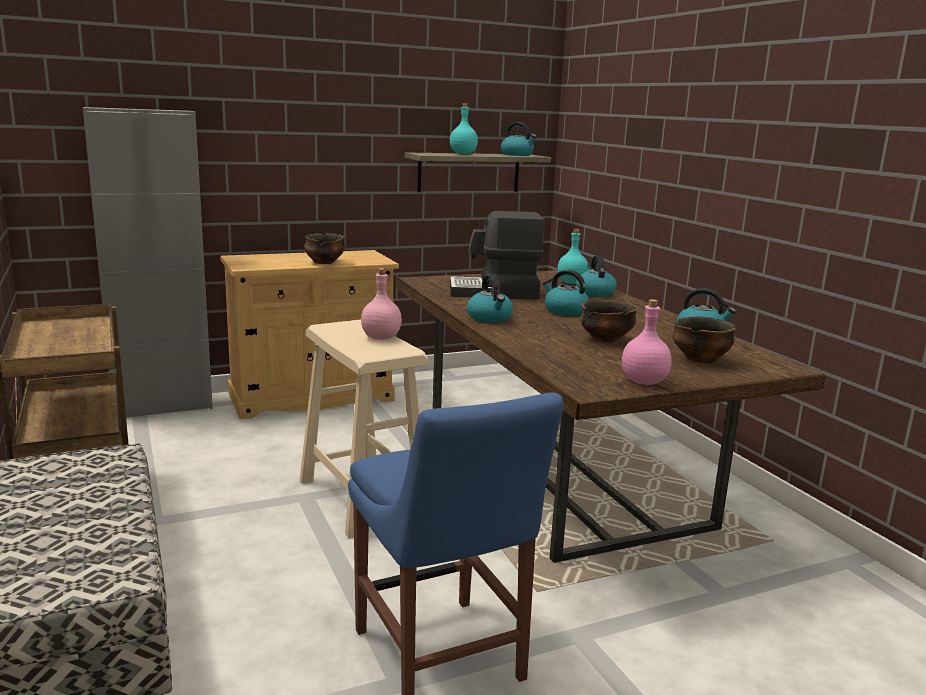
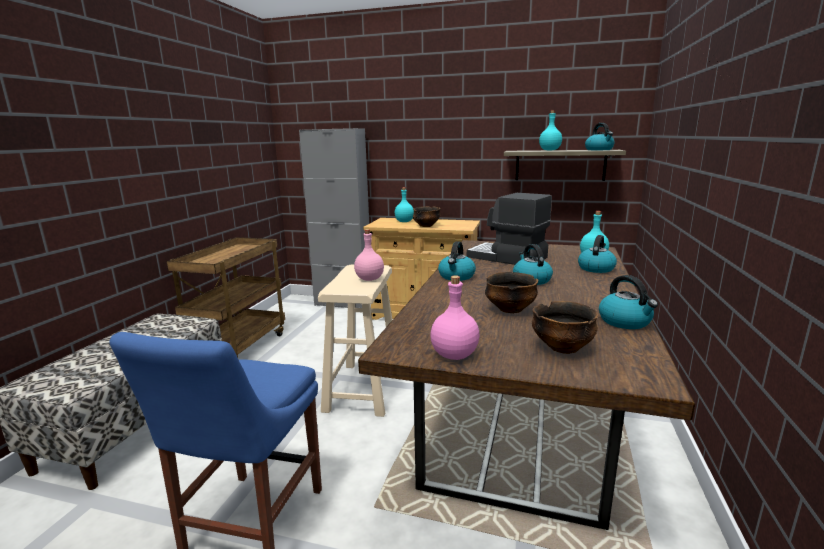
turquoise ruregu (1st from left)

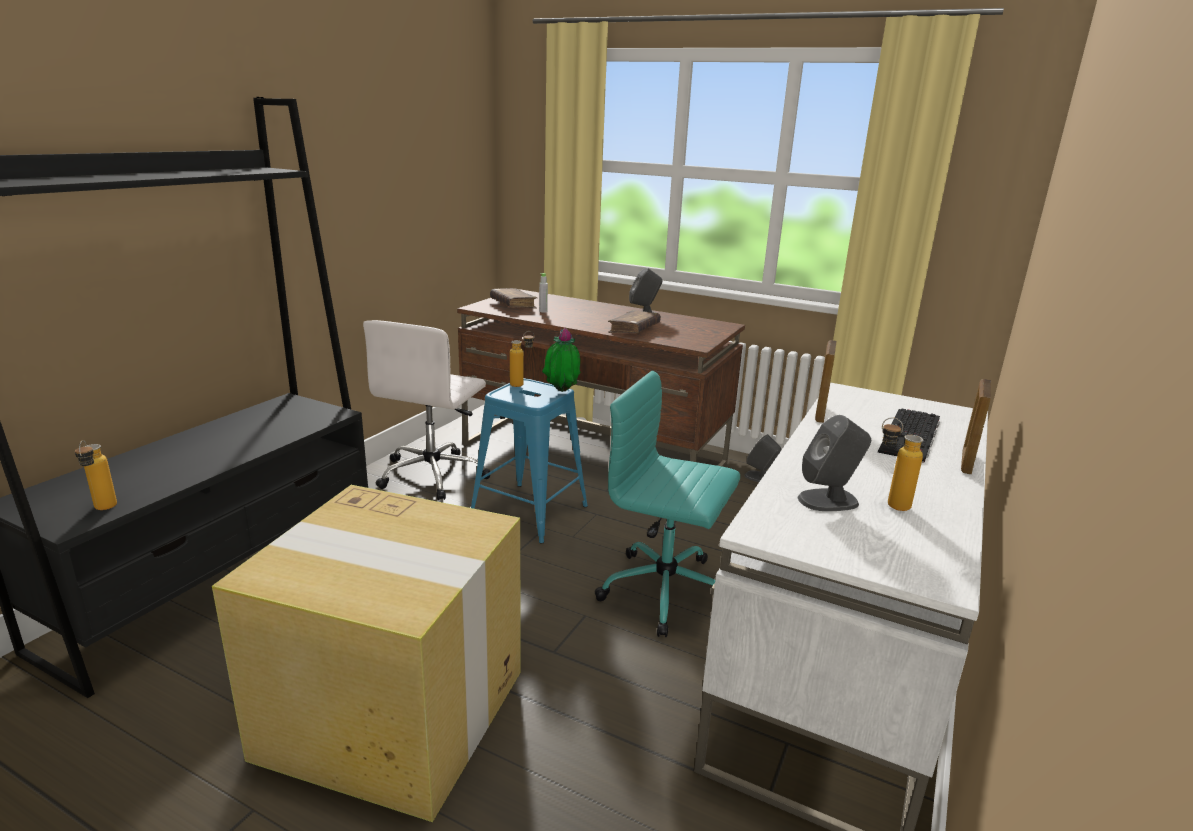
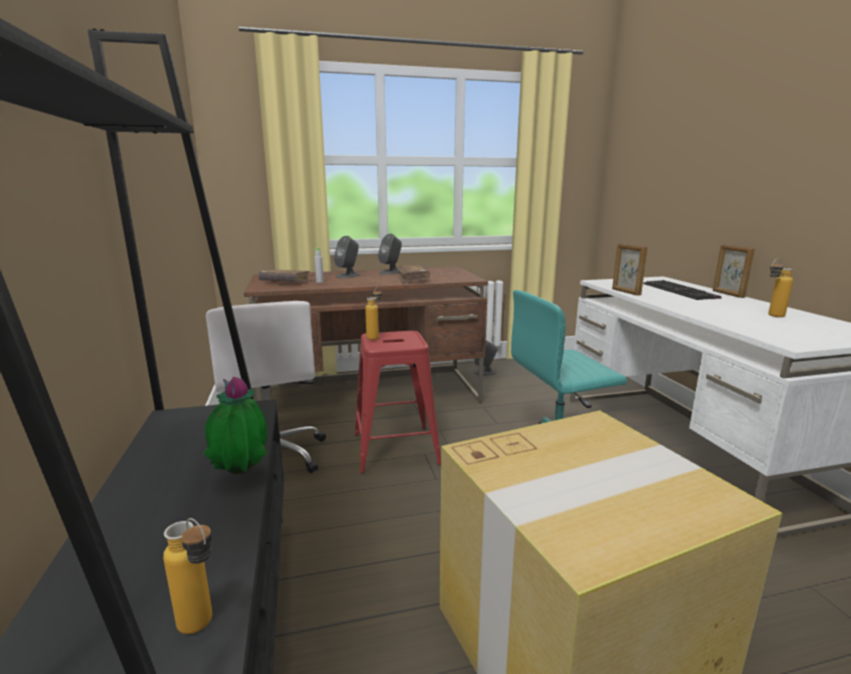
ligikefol
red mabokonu
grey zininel (1st from left)

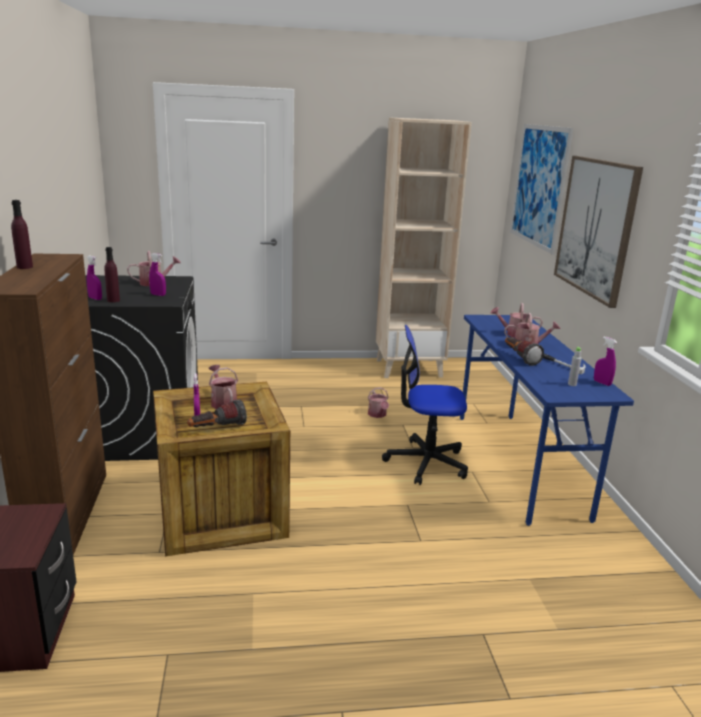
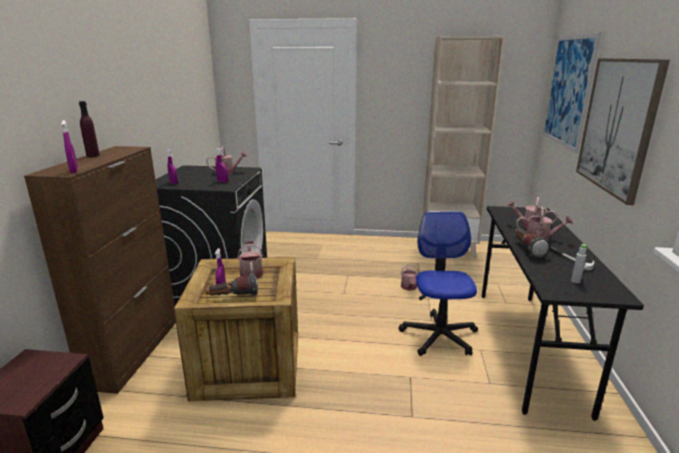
purple ruregu (2nd from left in the first image)
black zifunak
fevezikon
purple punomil (1st from left)

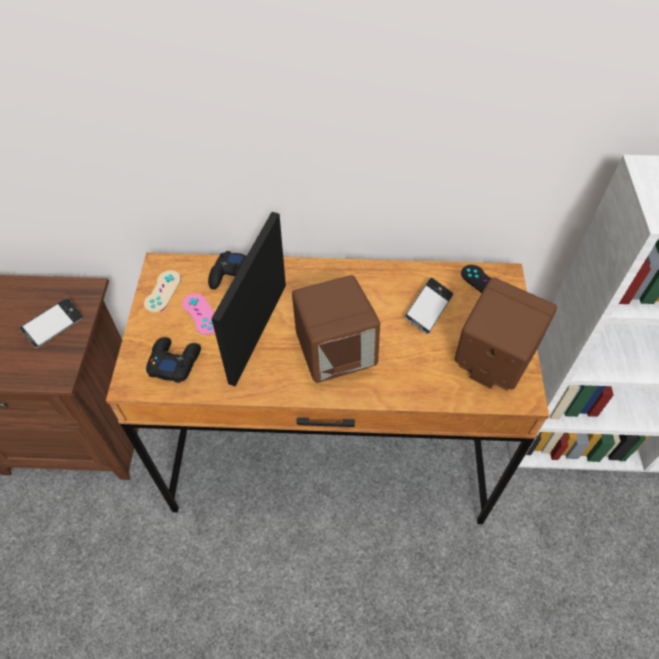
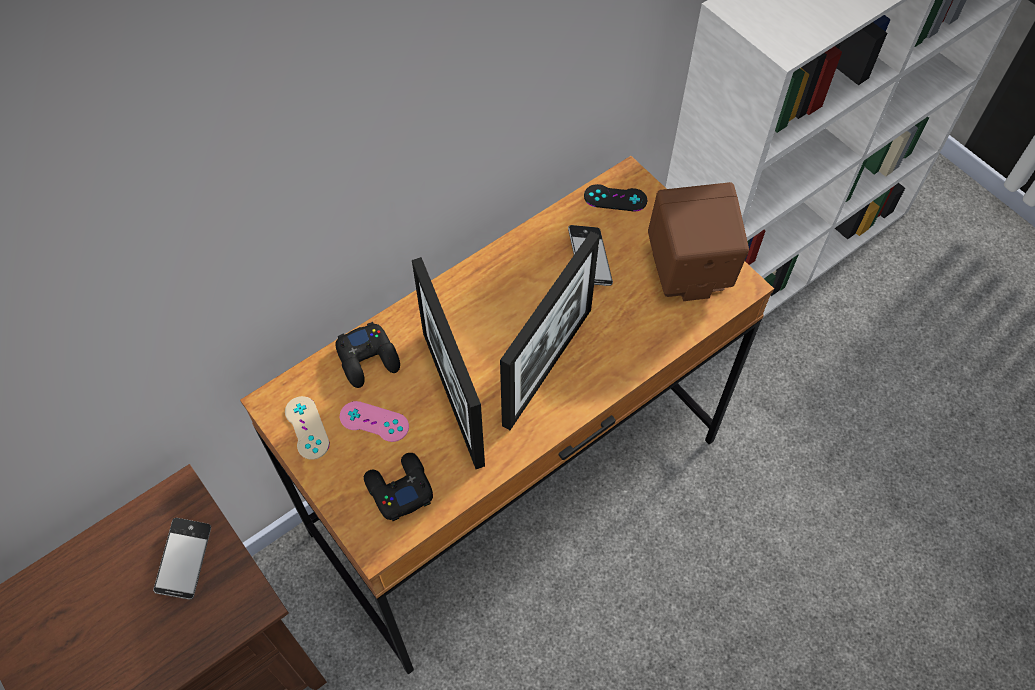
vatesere (2nd from left)

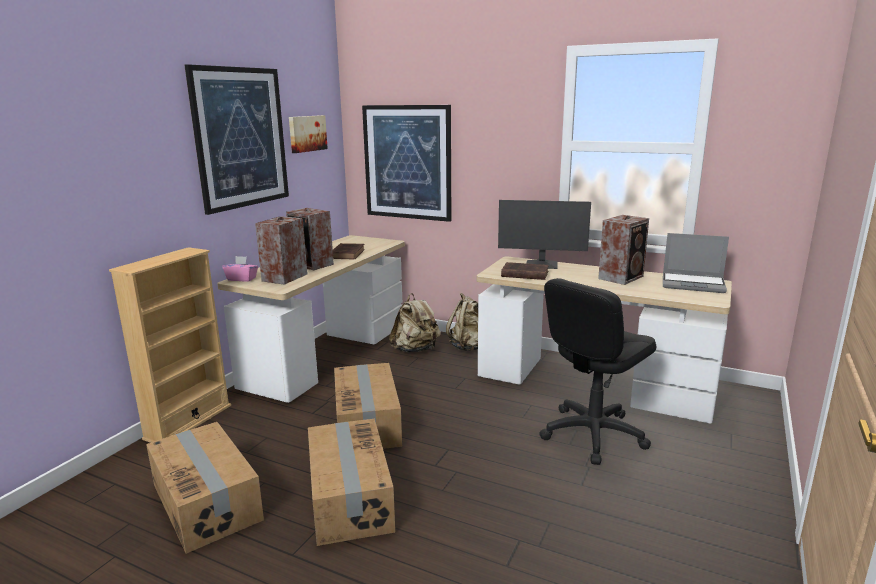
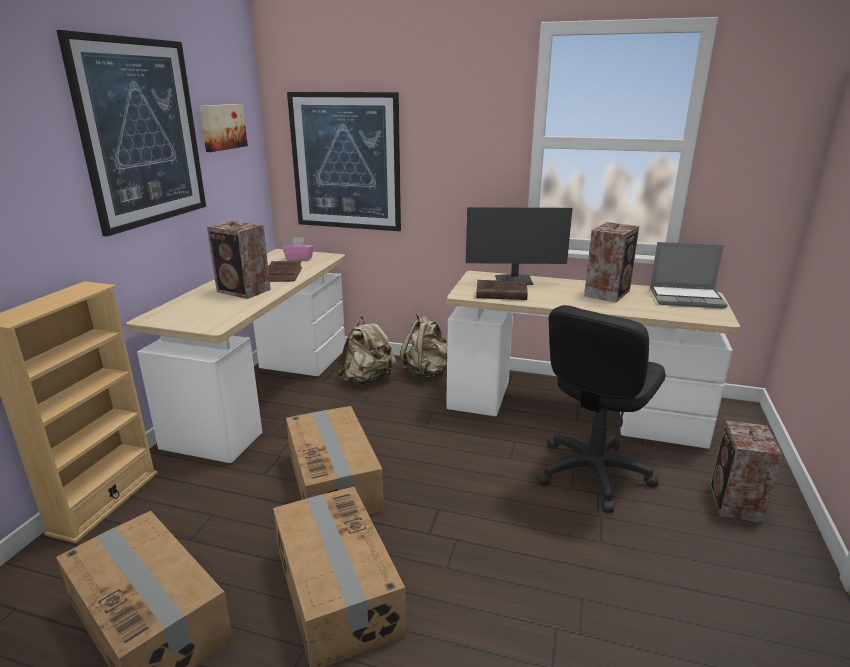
zininel (3rd from left)
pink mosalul

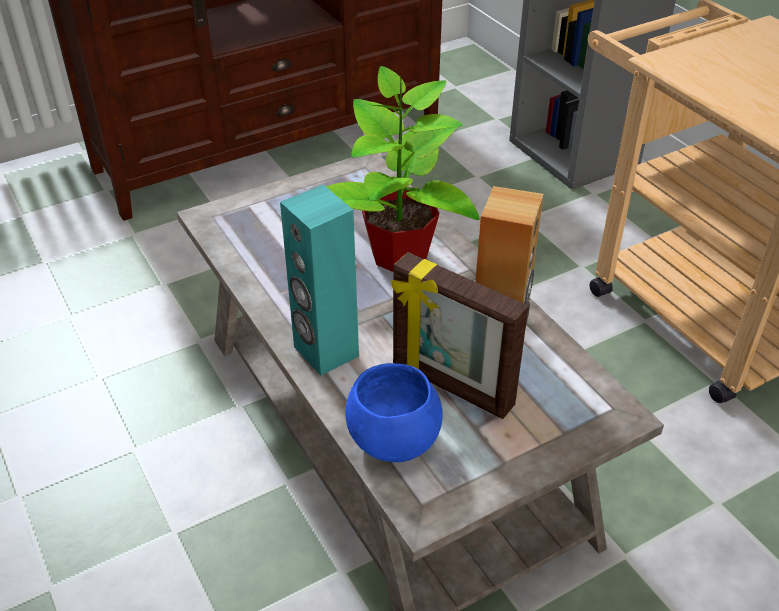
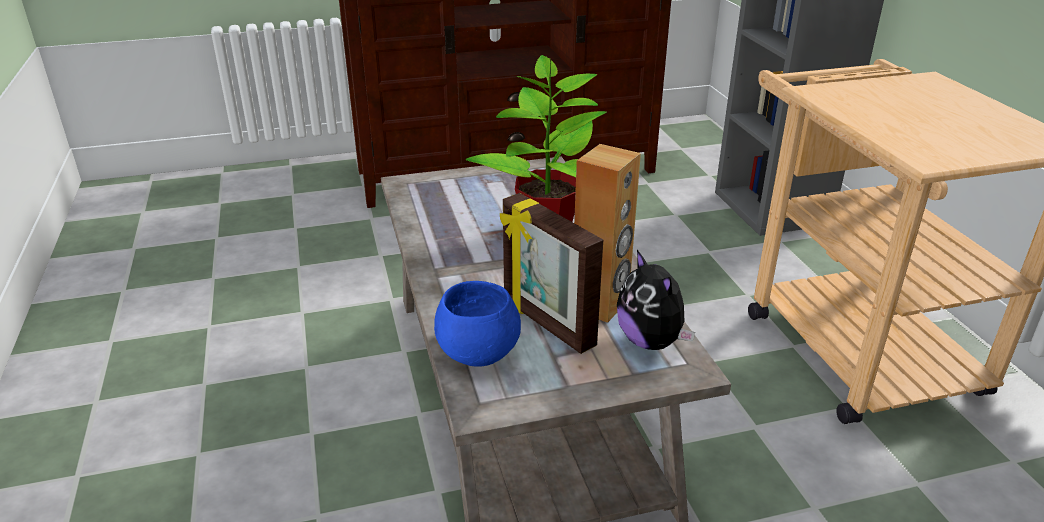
turquoise zininel
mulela

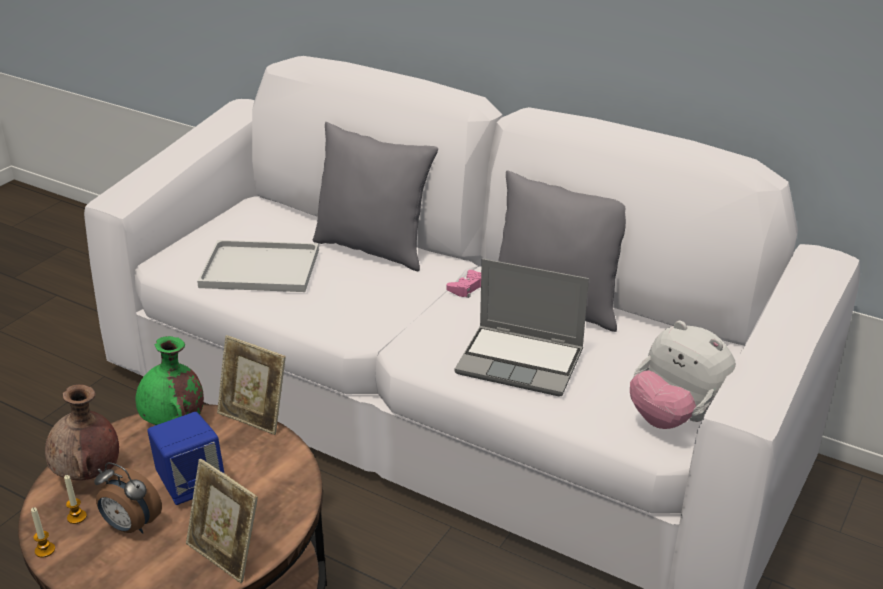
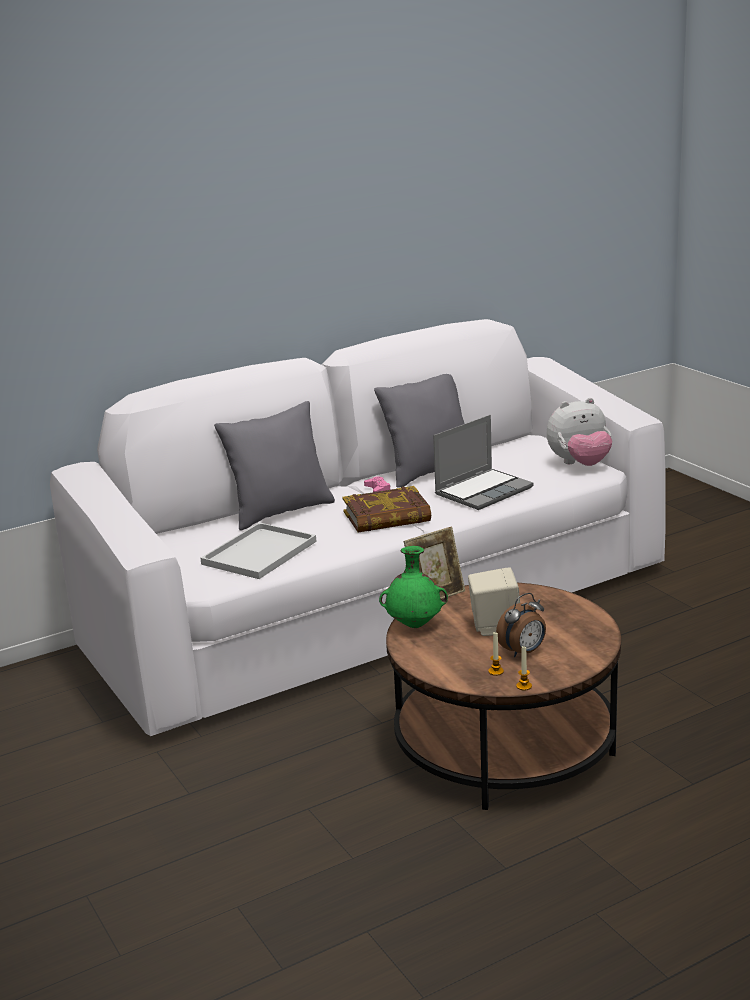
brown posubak
beige zininel
vatesere (1st from left in the first image)
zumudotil

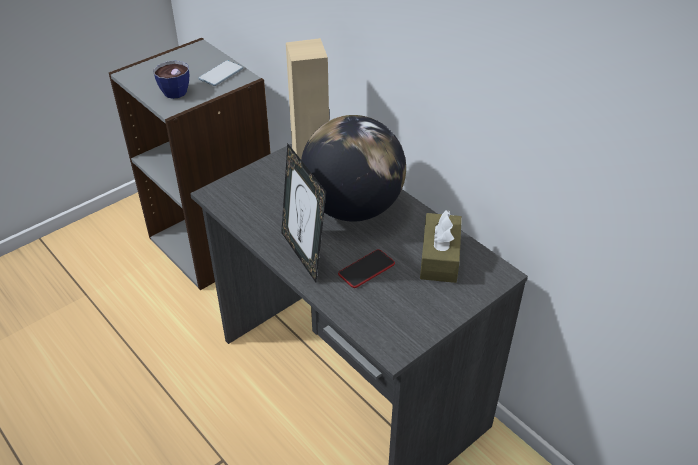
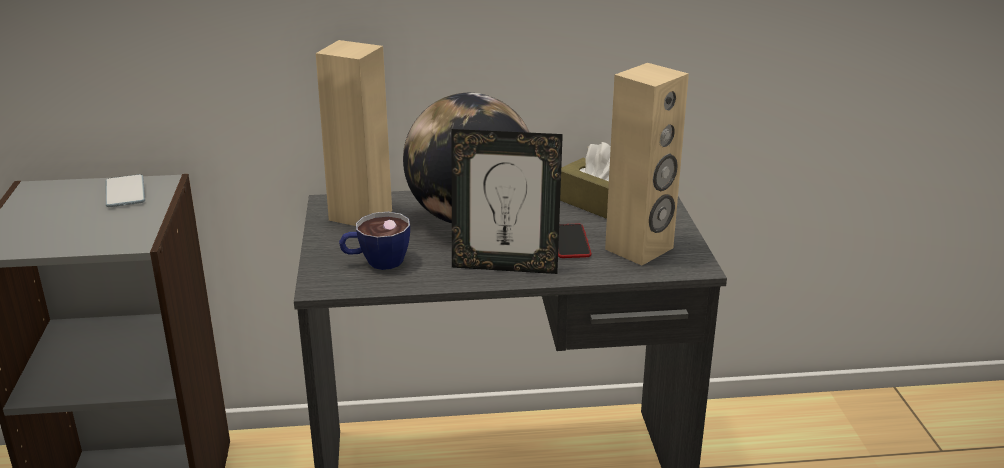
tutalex
beige zininel (2nd from left)

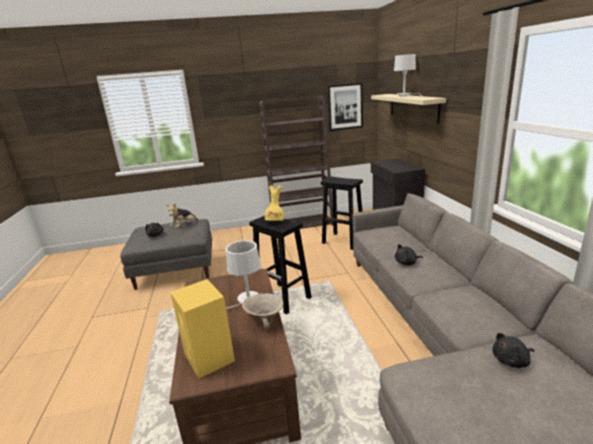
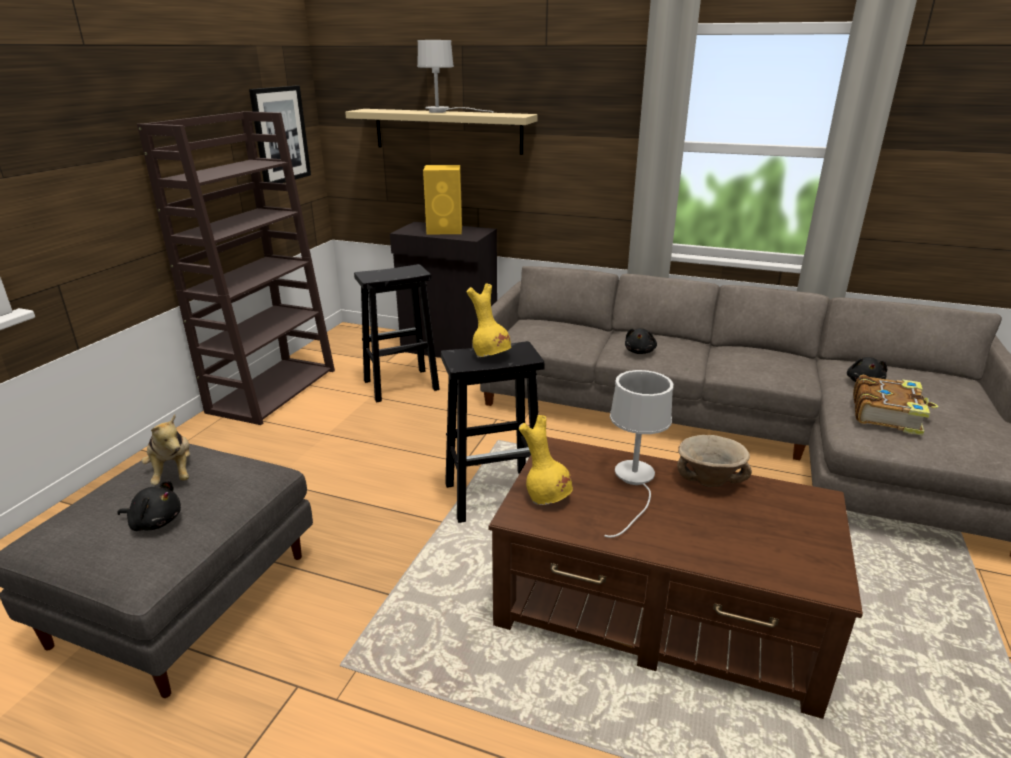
yellow zininel
zumudotil
yellow posubak (2nd from left)

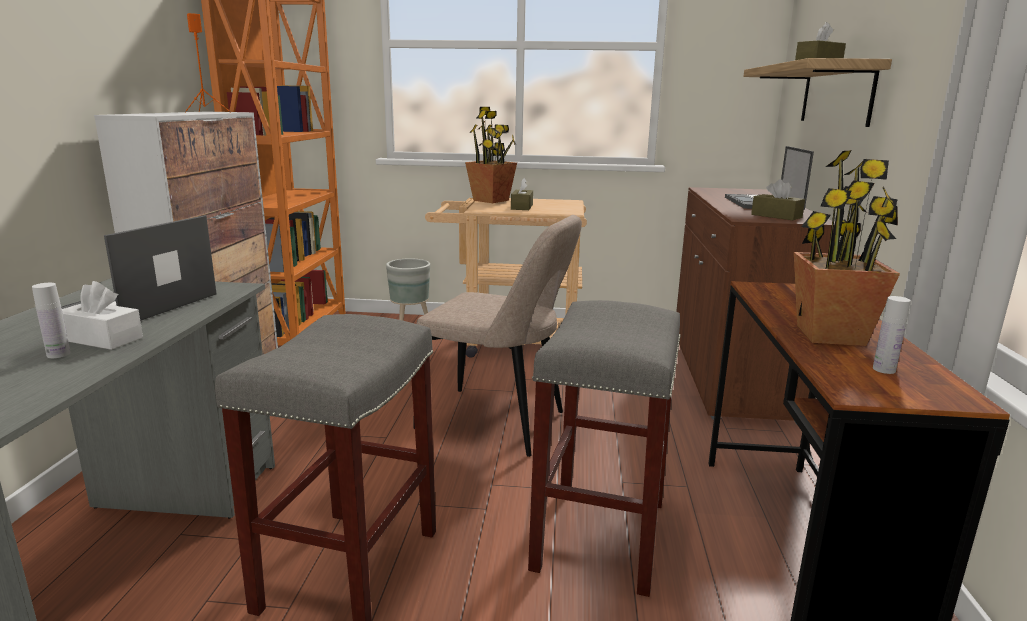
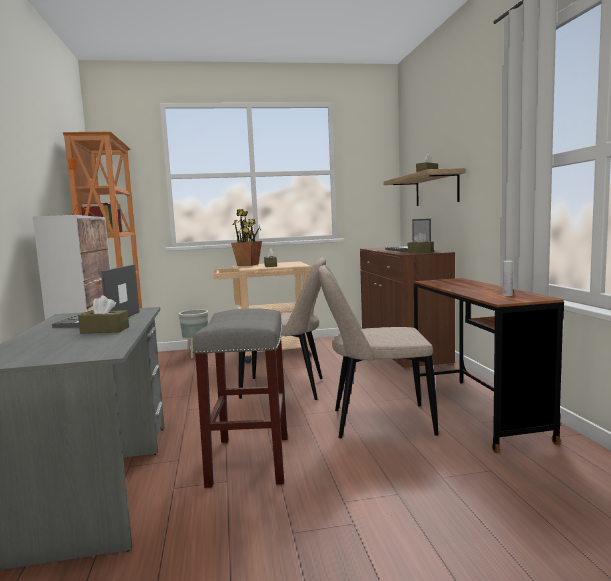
ligikefol (2nd from left in the first image)
brown mosalul (1st from left)
white ruregu (1st from left in the first image)
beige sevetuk (2nd from left)

